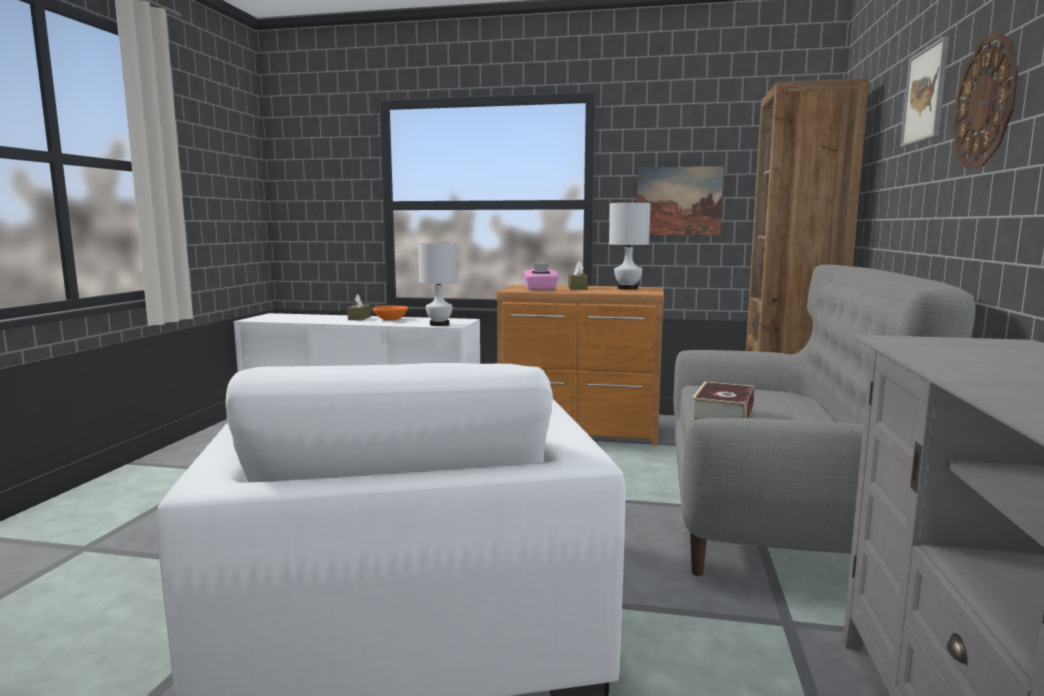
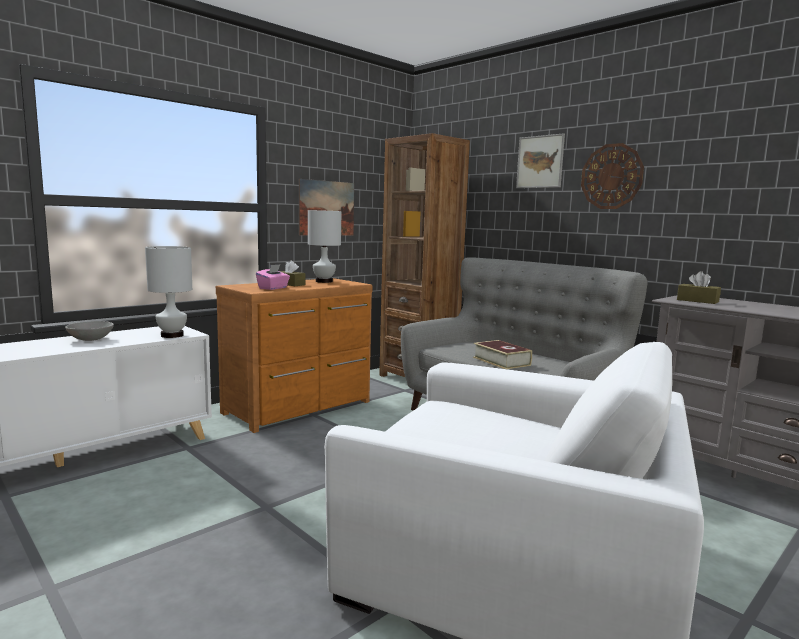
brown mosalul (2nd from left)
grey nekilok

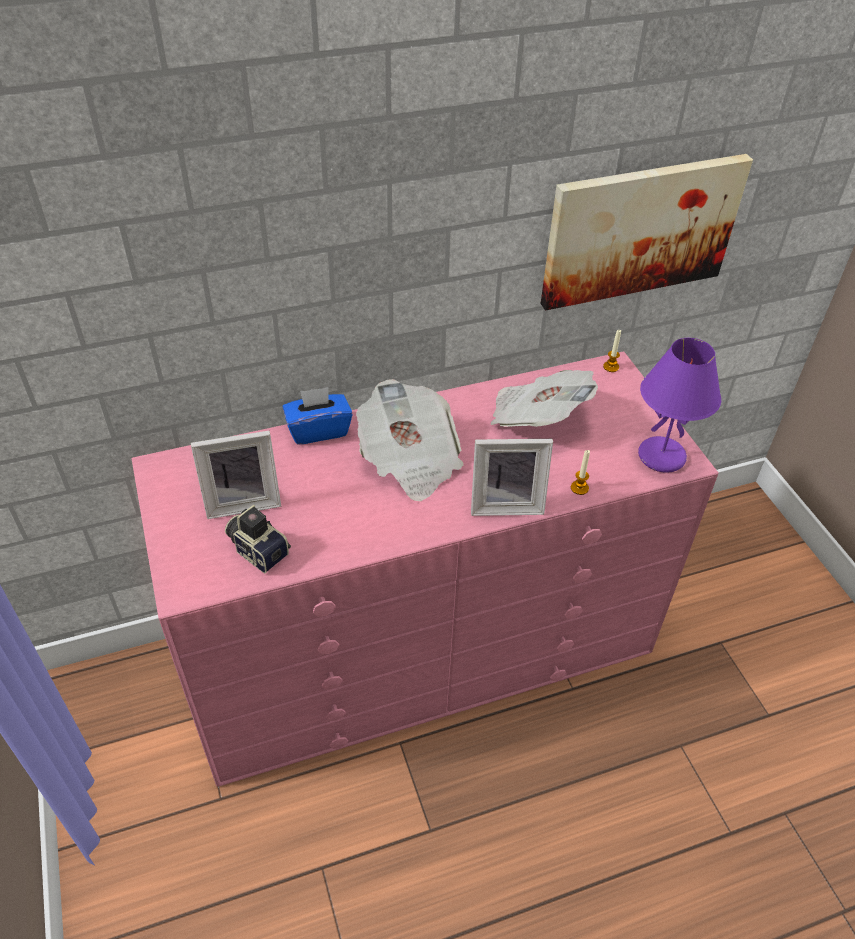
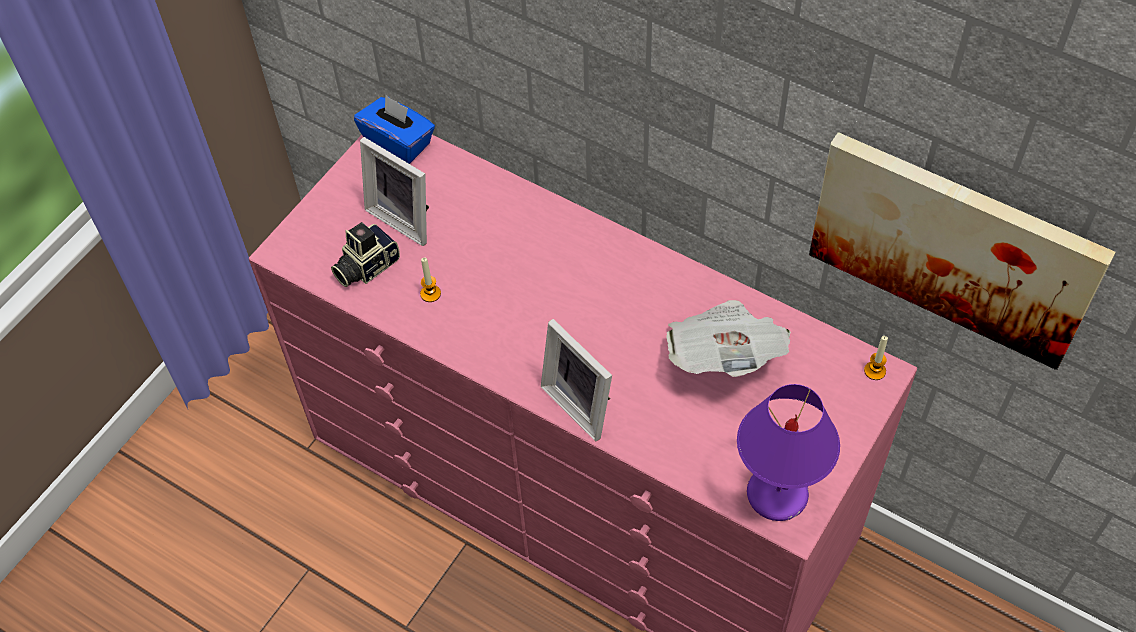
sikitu (1st from left in the first image)
blue mosalul
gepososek (1st from left)
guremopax

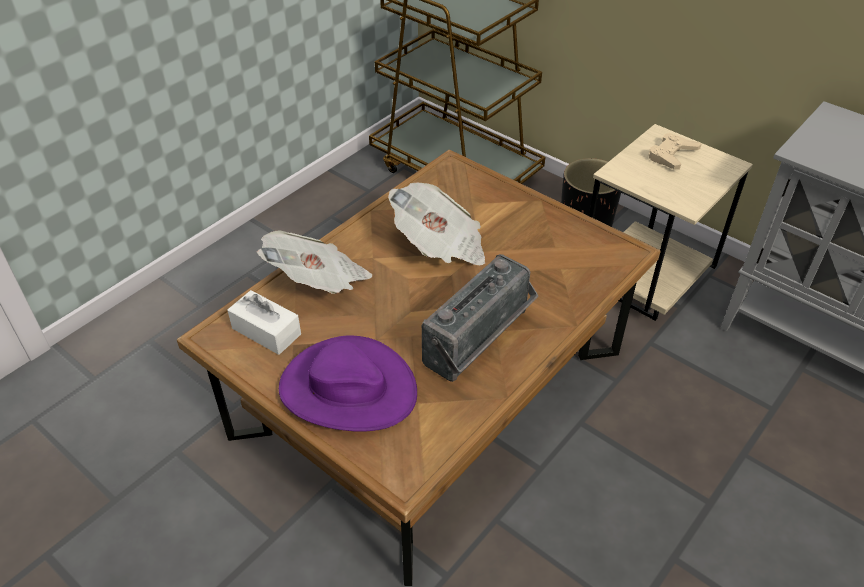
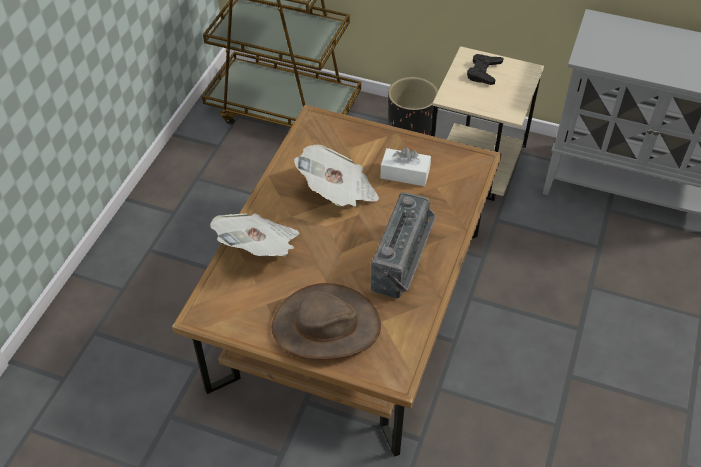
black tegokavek
white mosalul
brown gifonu

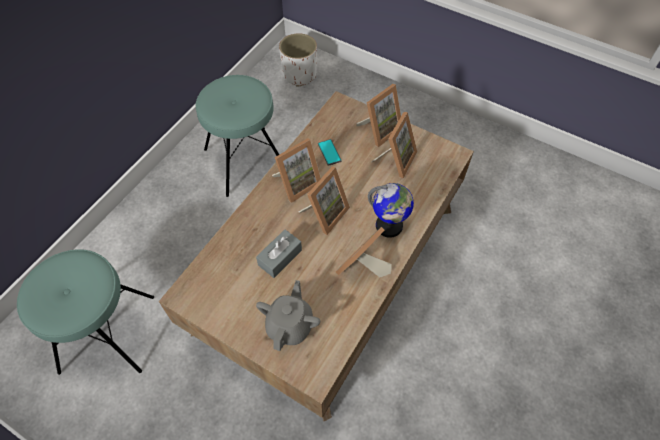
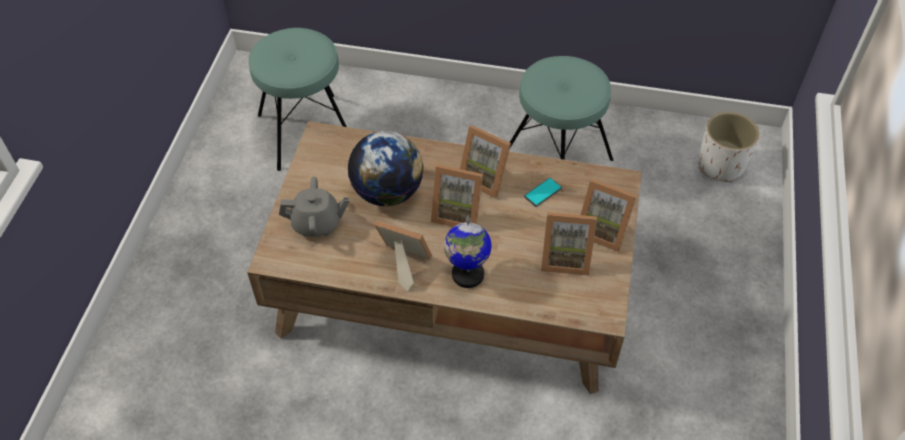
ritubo (1st from left)

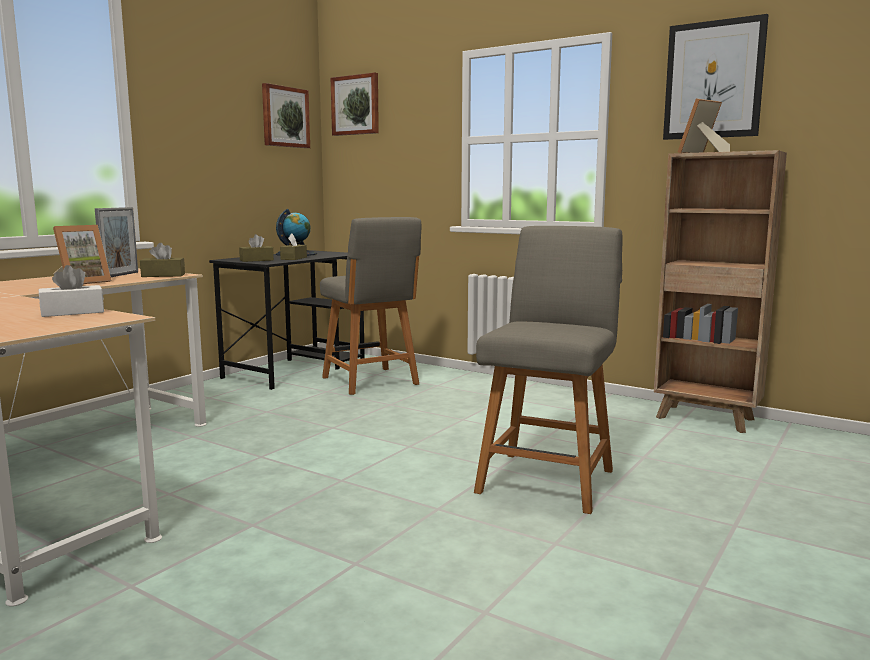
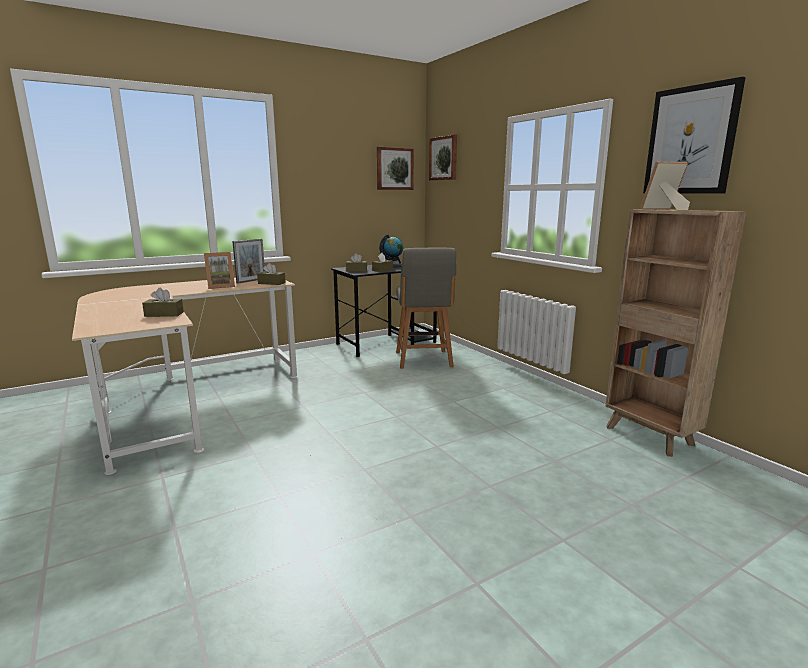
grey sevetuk (2nd from left in the first image)
brown mosalul (1st from left)

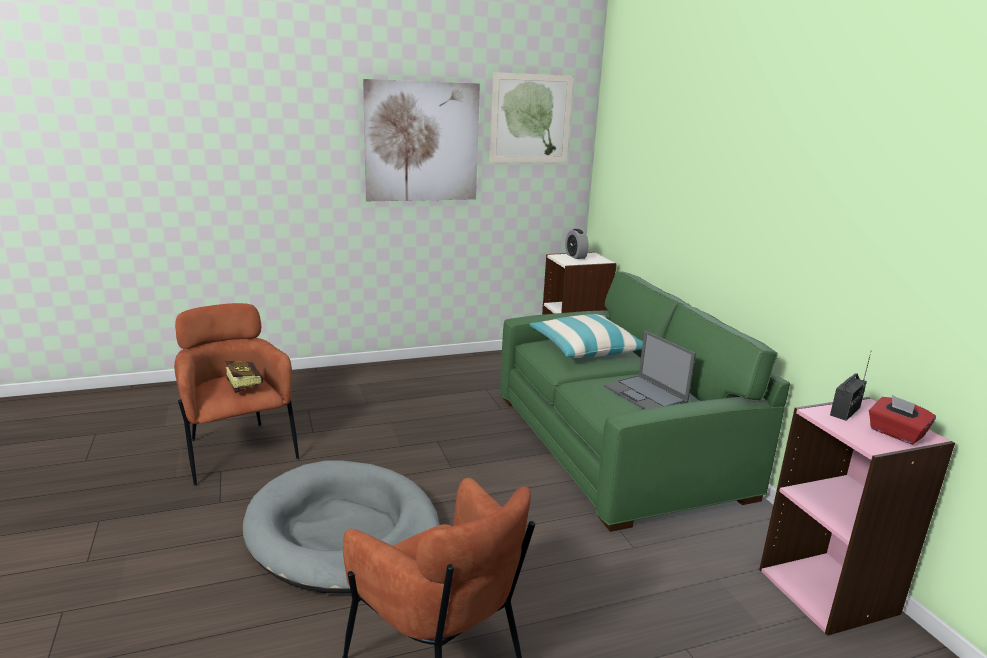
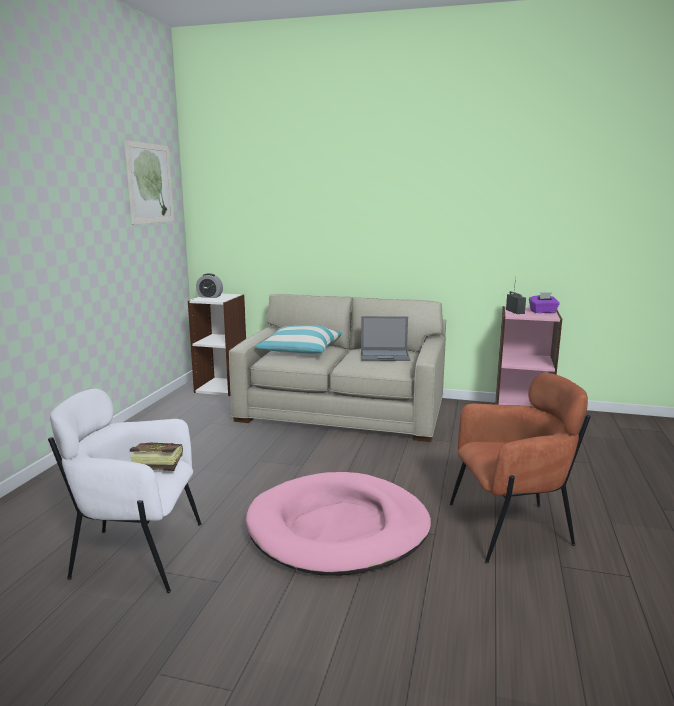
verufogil (1st from left in the first image)
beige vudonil
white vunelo
purple mosalul
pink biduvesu

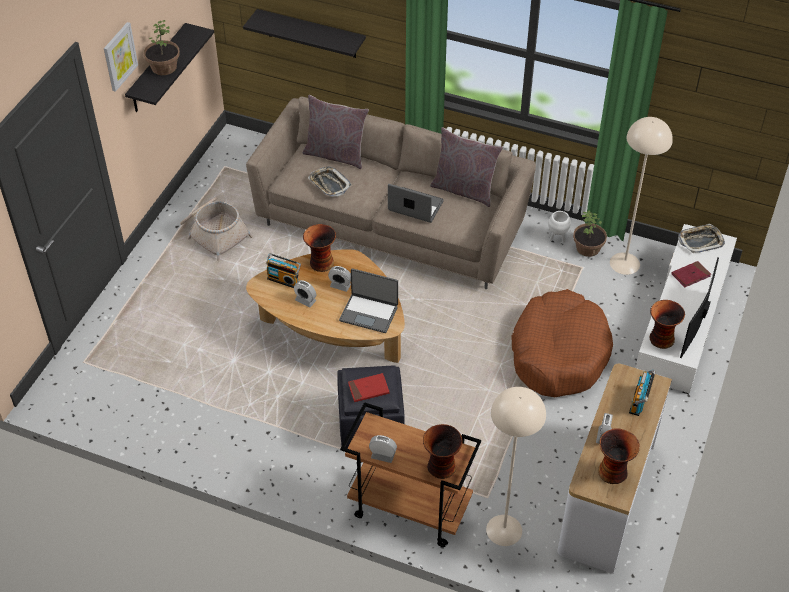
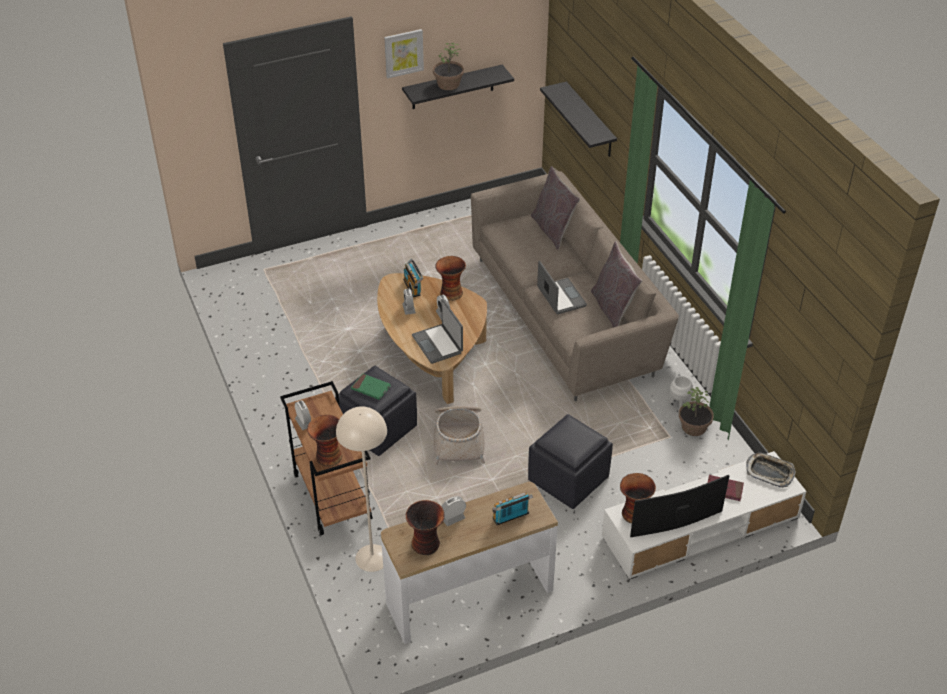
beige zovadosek (2nd from left in the first image)
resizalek (1st from left in the first image)
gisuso
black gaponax (2nd from left)
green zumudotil

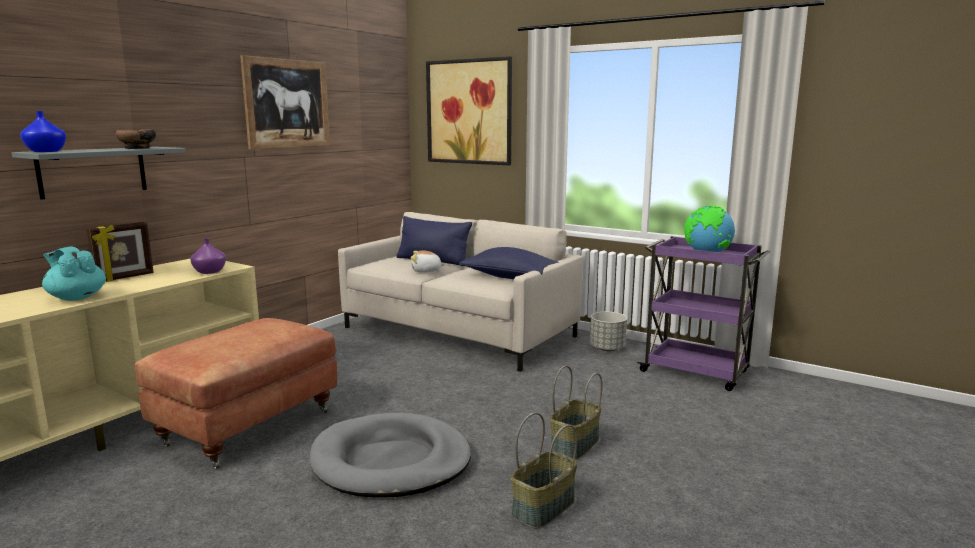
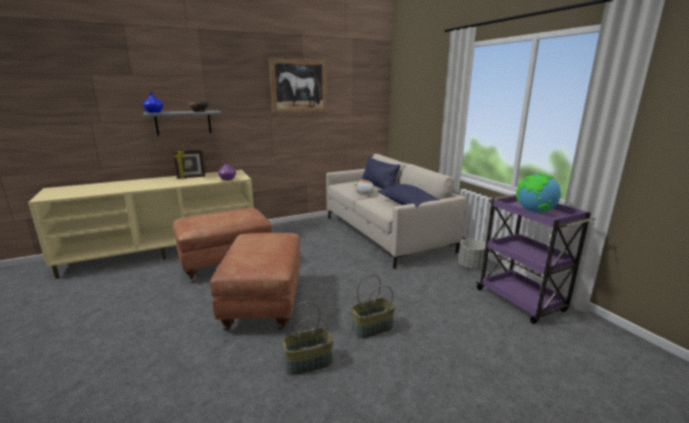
verufogil (2nd from left in the first image)
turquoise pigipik
brown gaponax (2nd from left)

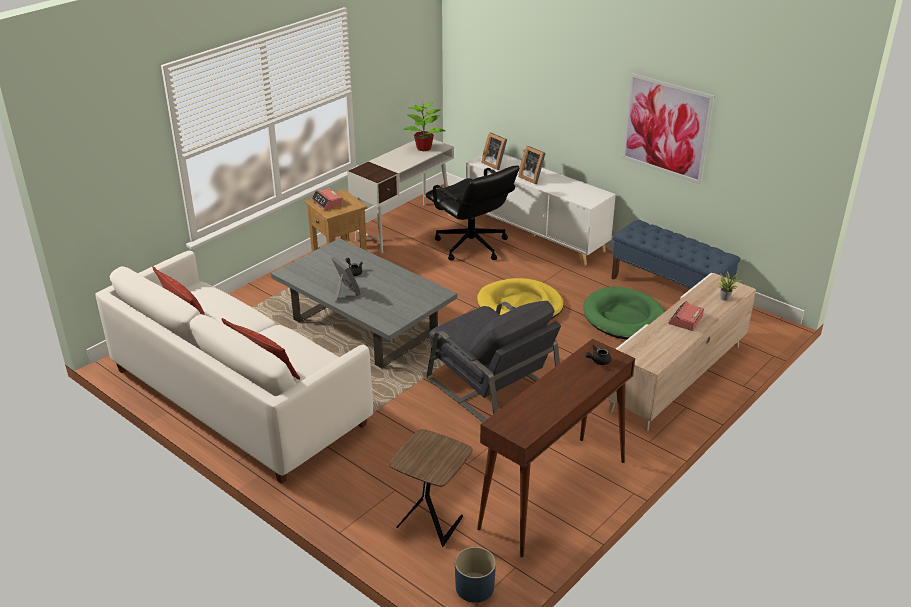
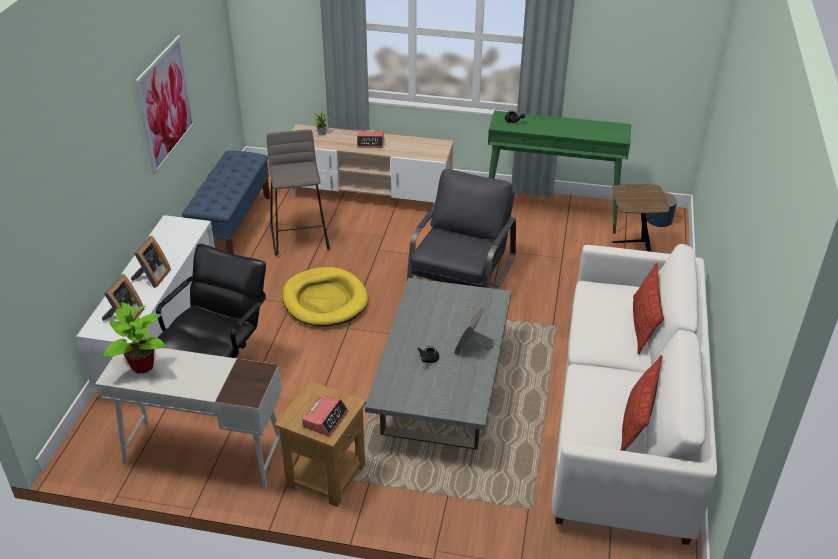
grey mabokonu
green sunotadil

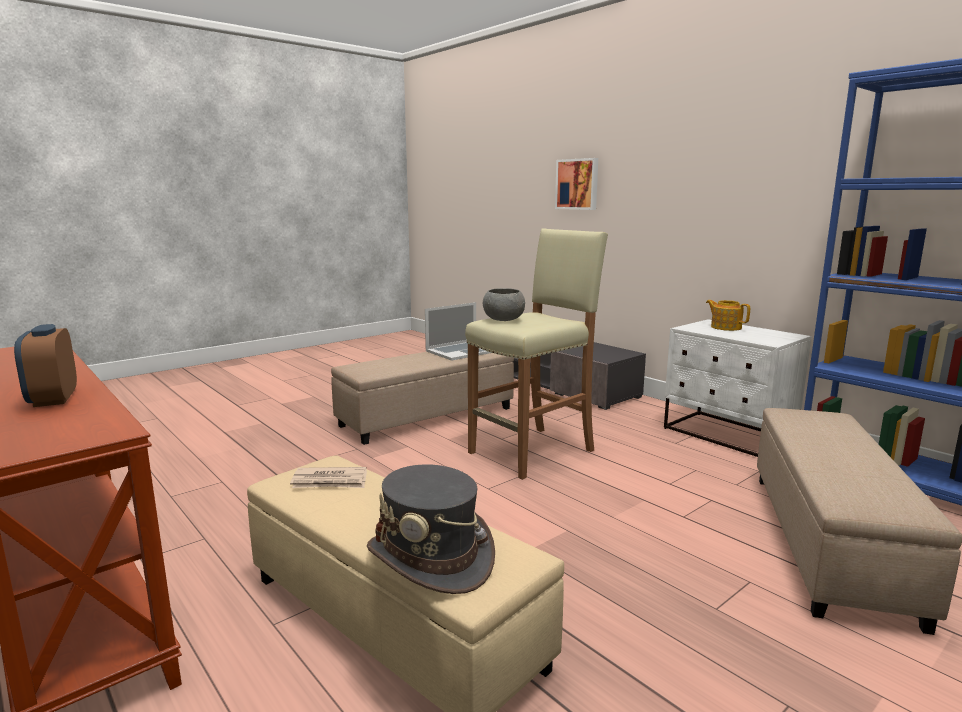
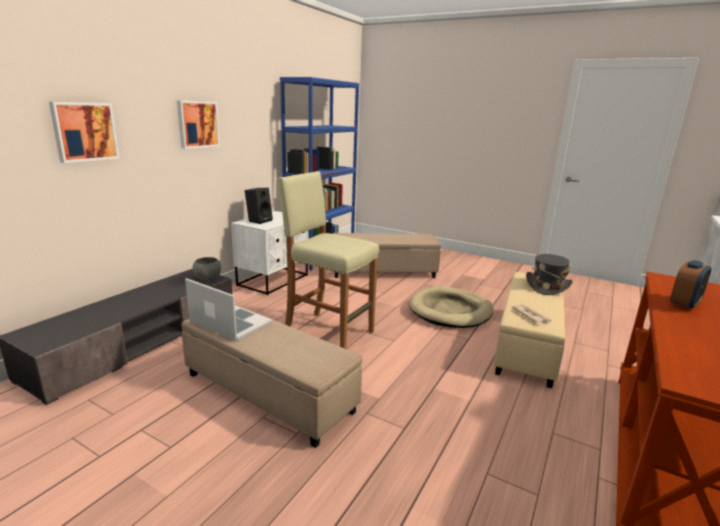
grey nekilok
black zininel
verufogil (2nd from left)
beige biduvesu

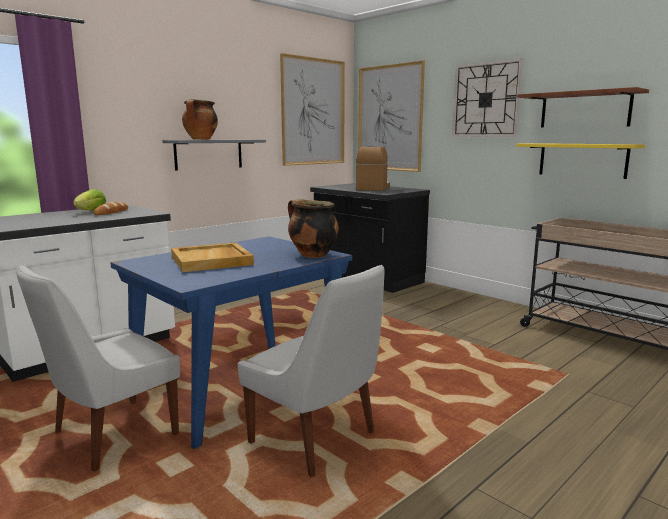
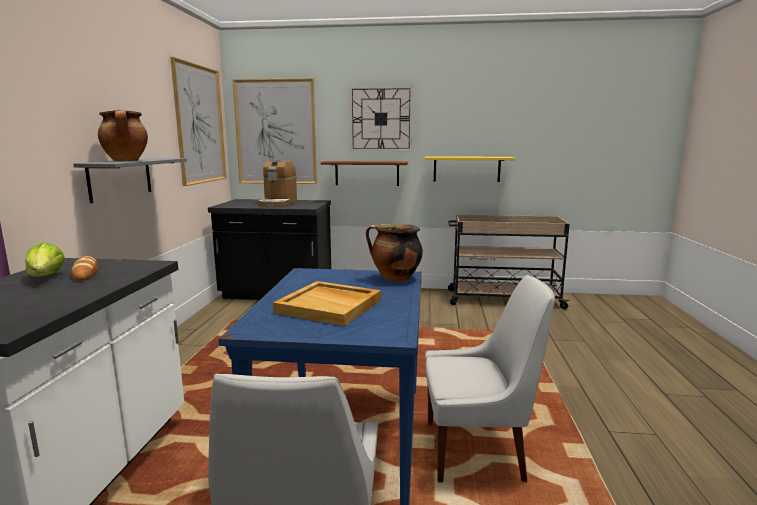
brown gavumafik
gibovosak

